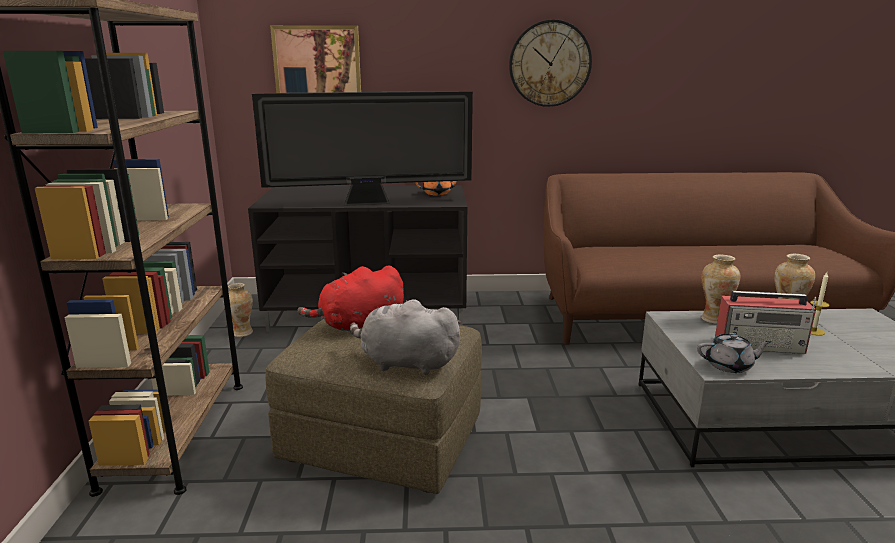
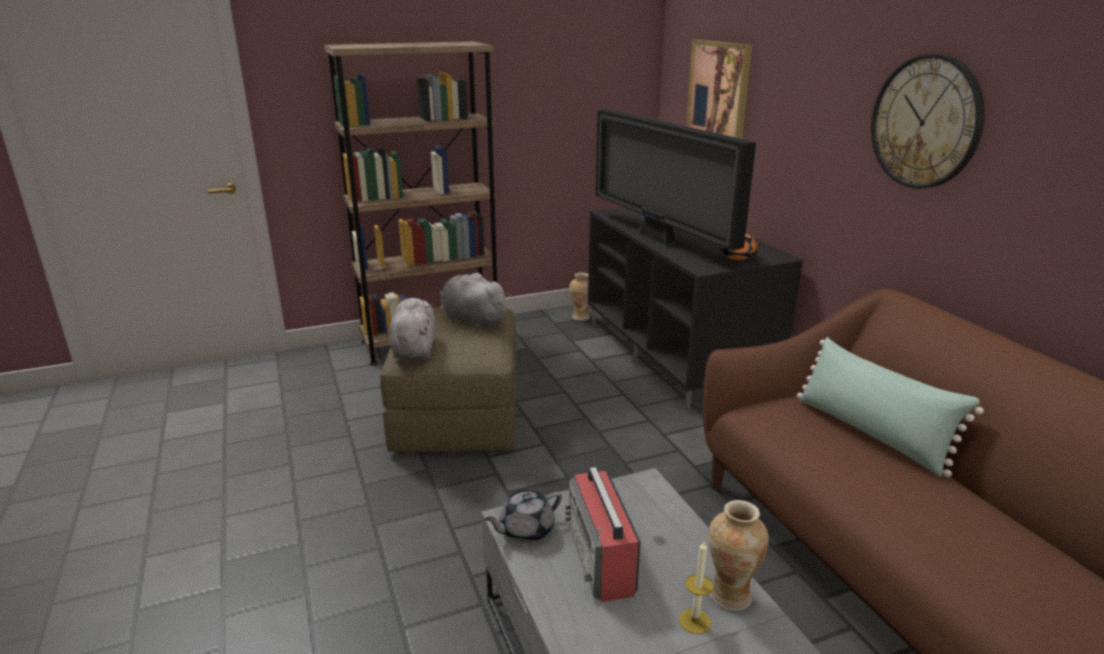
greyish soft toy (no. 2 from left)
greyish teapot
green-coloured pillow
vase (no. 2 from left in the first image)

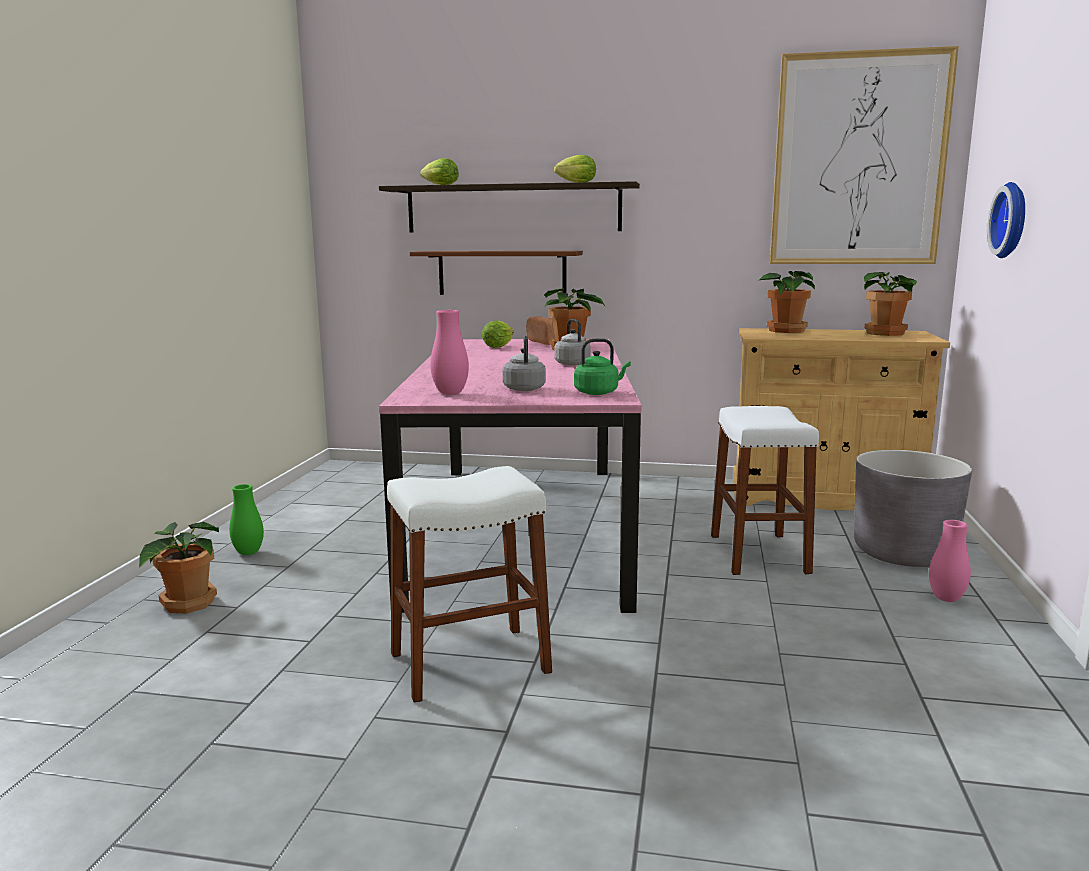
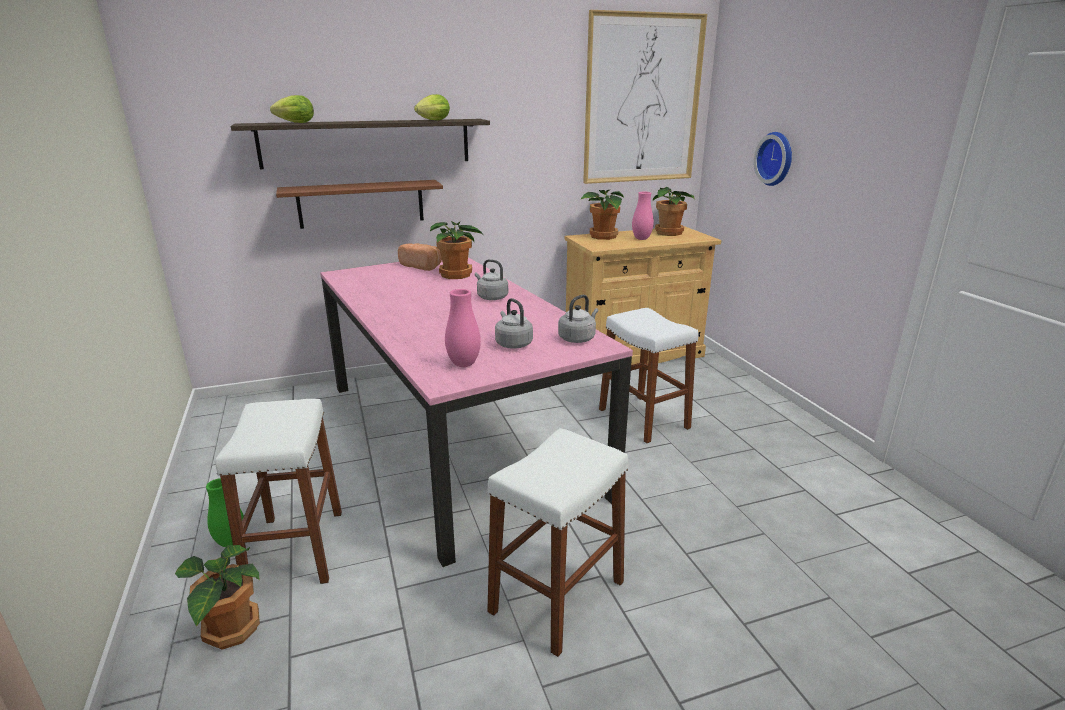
white sitting stool (no. 1 from left)
greyish water kettle (no. 3 from left)
pink-coloured vase (no. 2 from left)
head of lettuce (no. 2 from left in the first image)
greyish plant pot

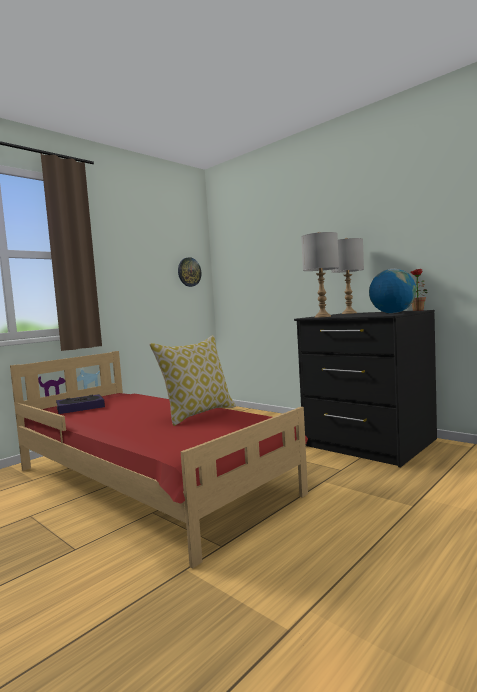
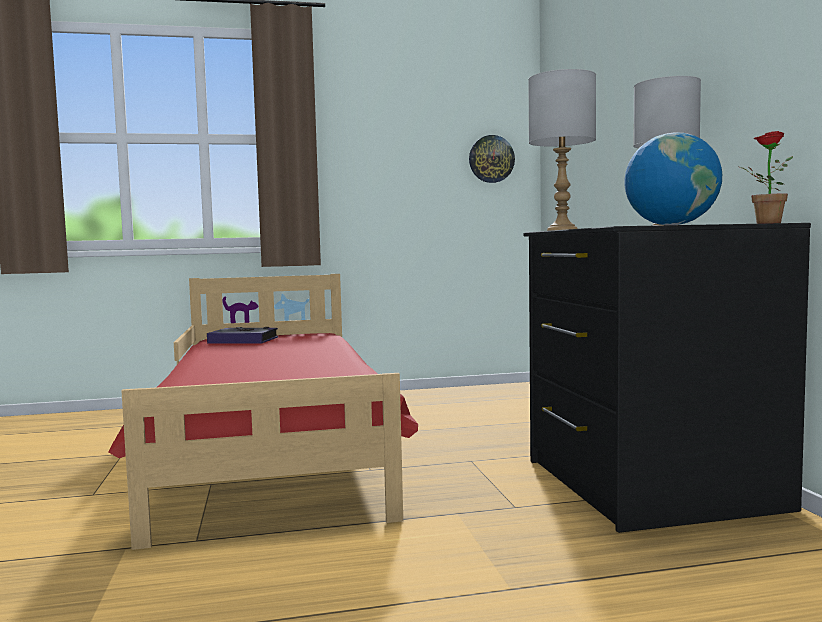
pillow

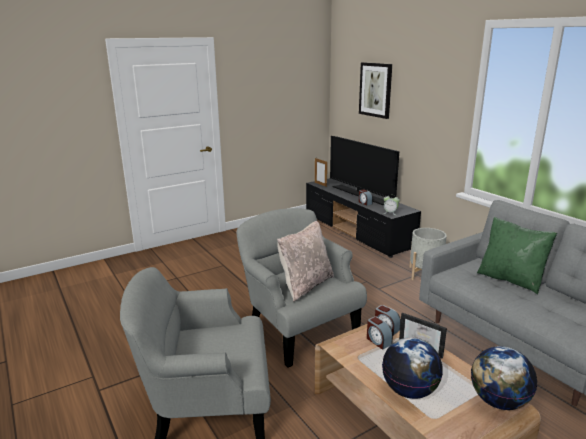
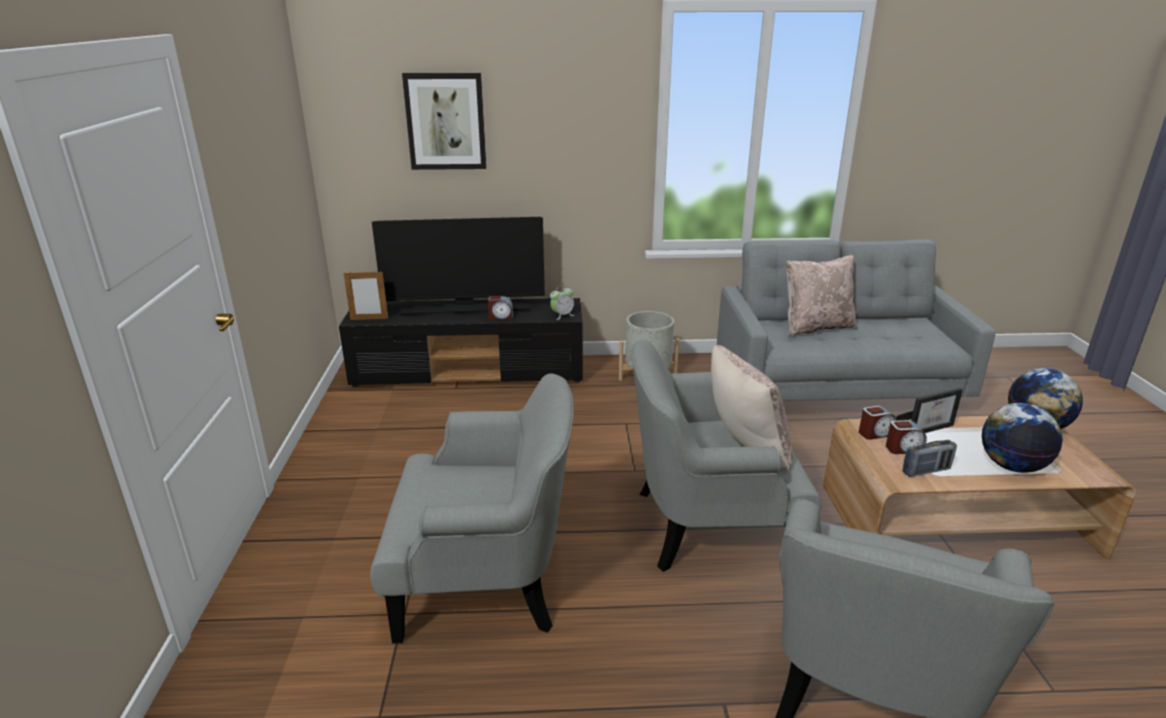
greyish lounge chair (no. 1 from left)
beige-coloured pillow (no. 2 from left)
radio set

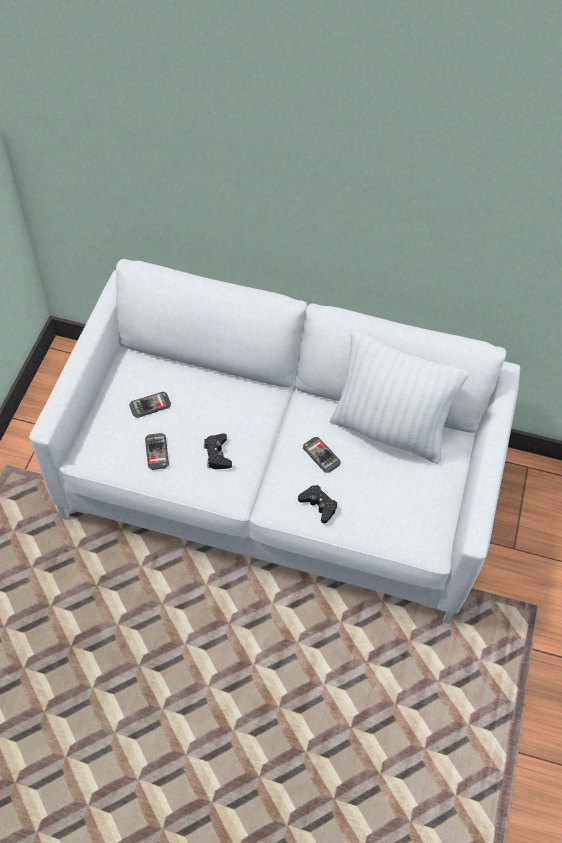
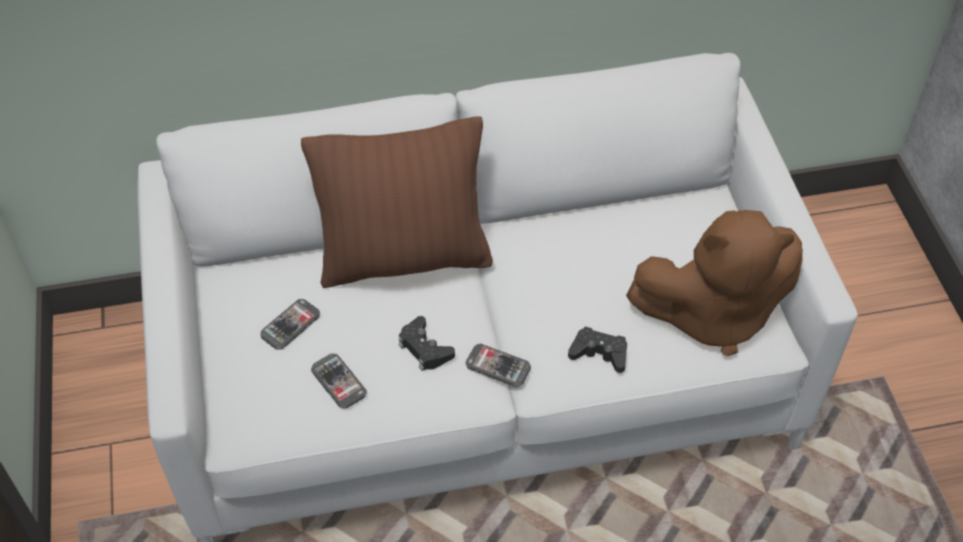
brownish pillow
phone (no. 3 from left)
brownish soft toy
white pillow

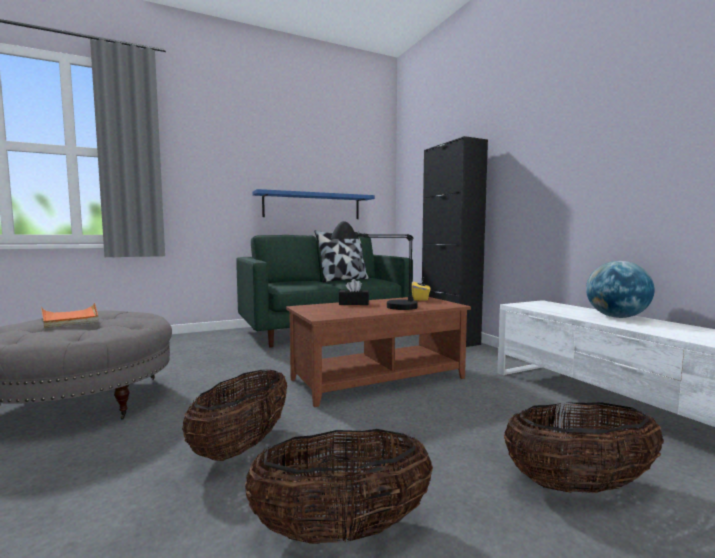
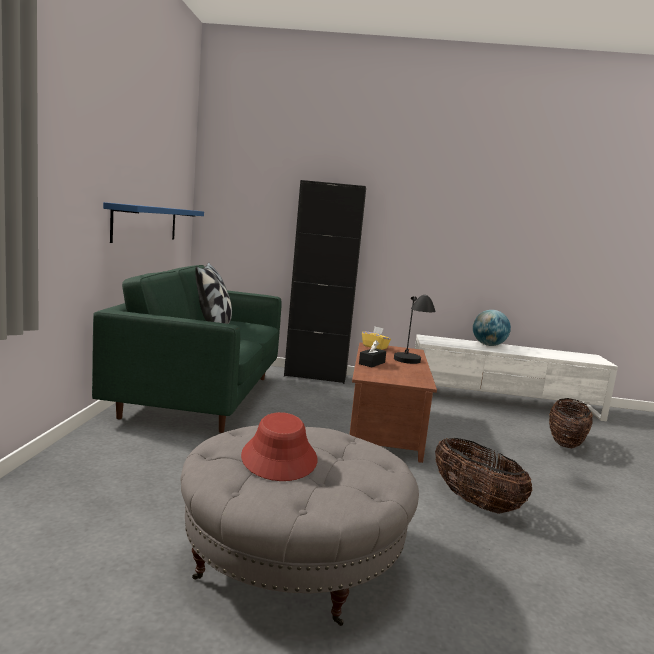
red-coloured wearable hat
basket (no. 2 from left in the first image)

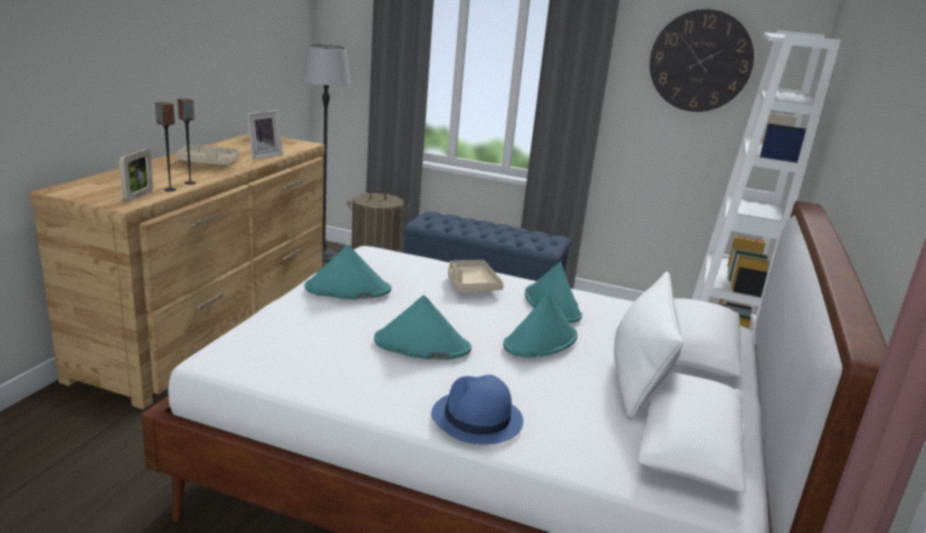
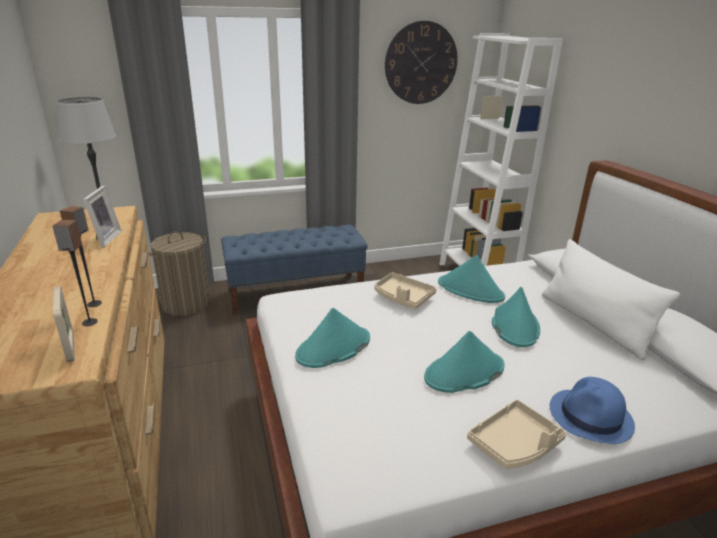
beige-coloured carrying tray (no. 2 from left)

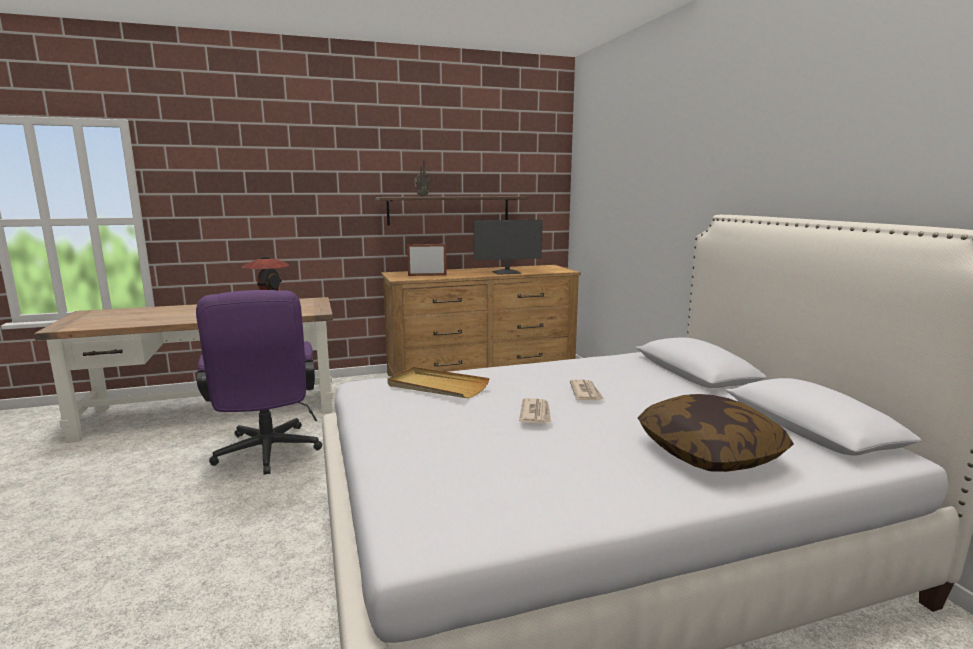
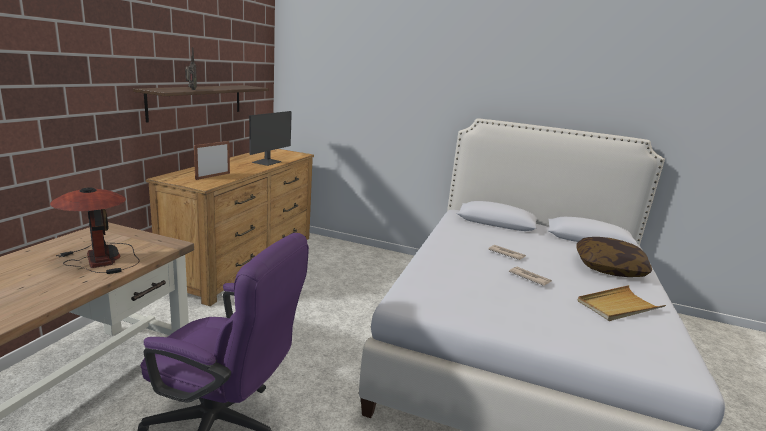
beige-coloured carrying tray

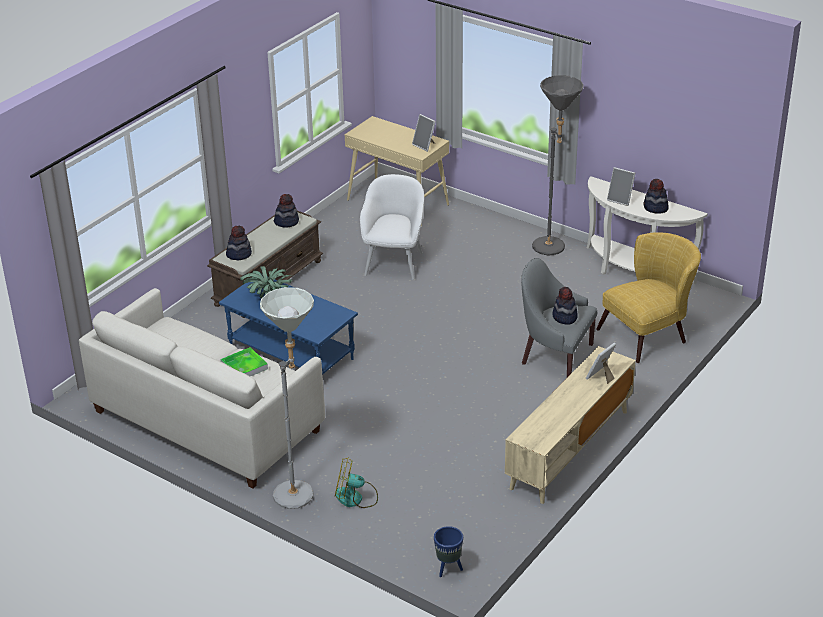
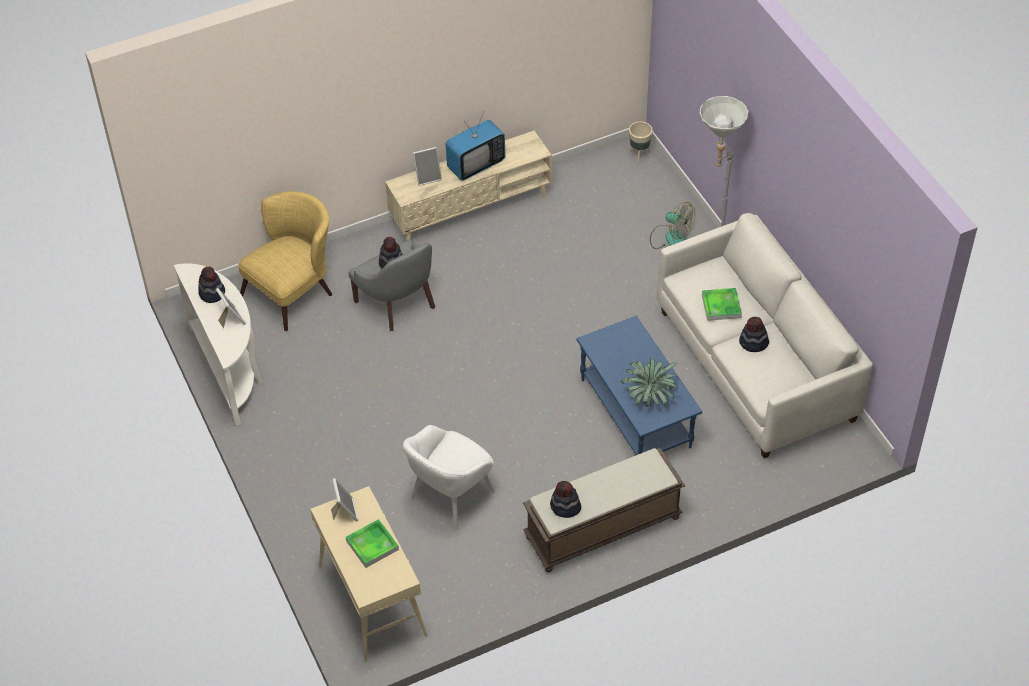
yellow-coloured lounge chair
carrying tray (no. 1 from left)
TV set
beige-coloured plant pot
wearable hat (no. 4 from left)
greyish standing lamp (no. 2 from left in the first image)

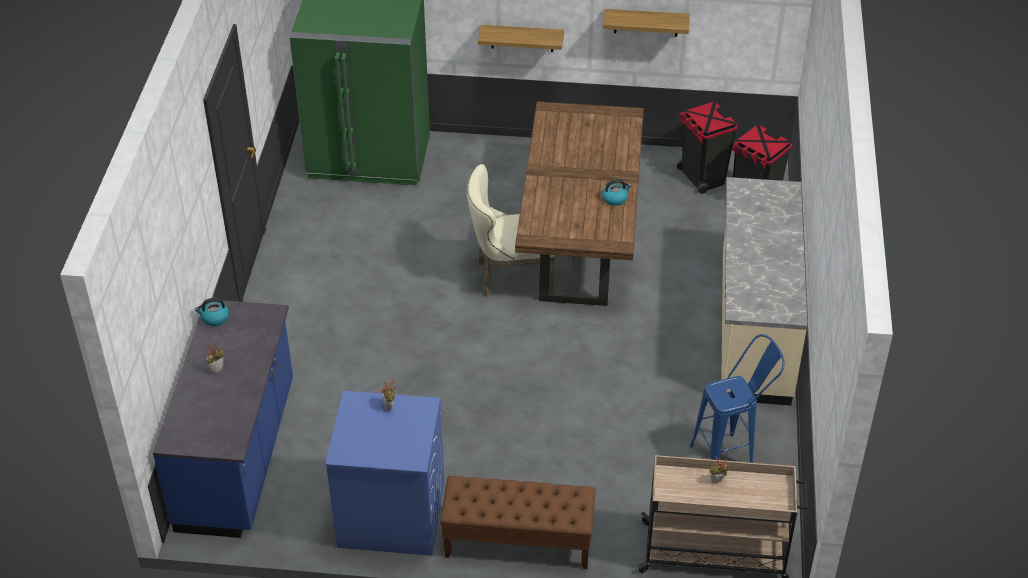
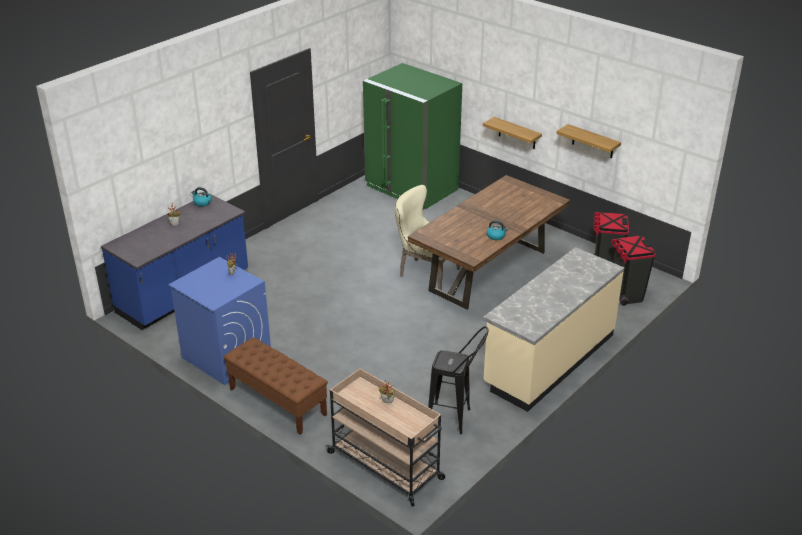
black-coloured sitting stool

